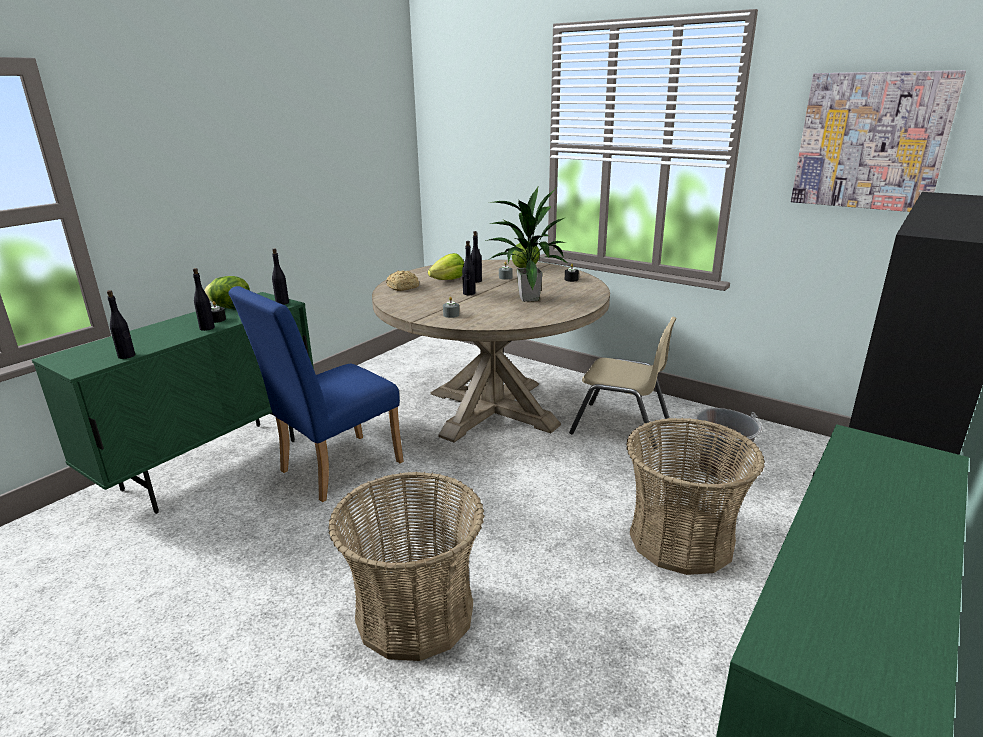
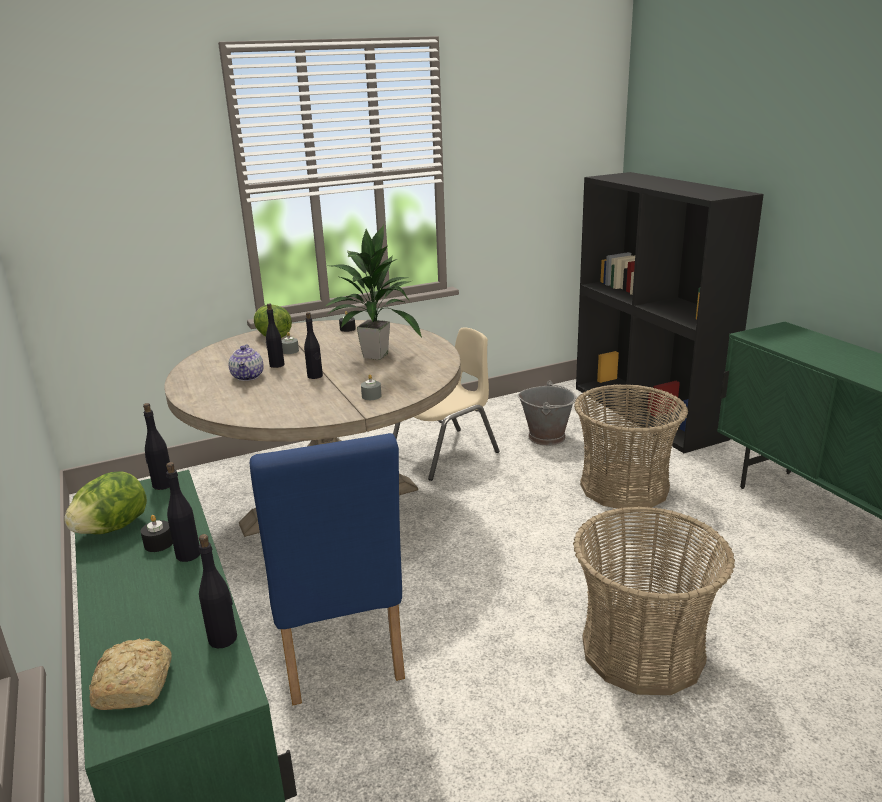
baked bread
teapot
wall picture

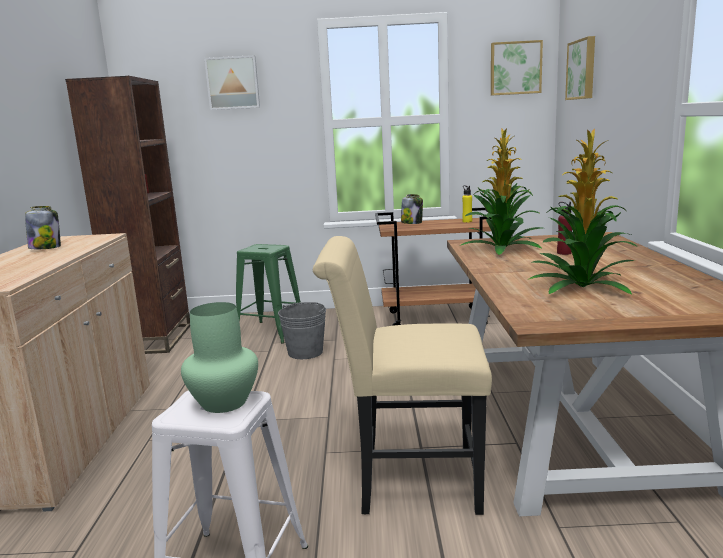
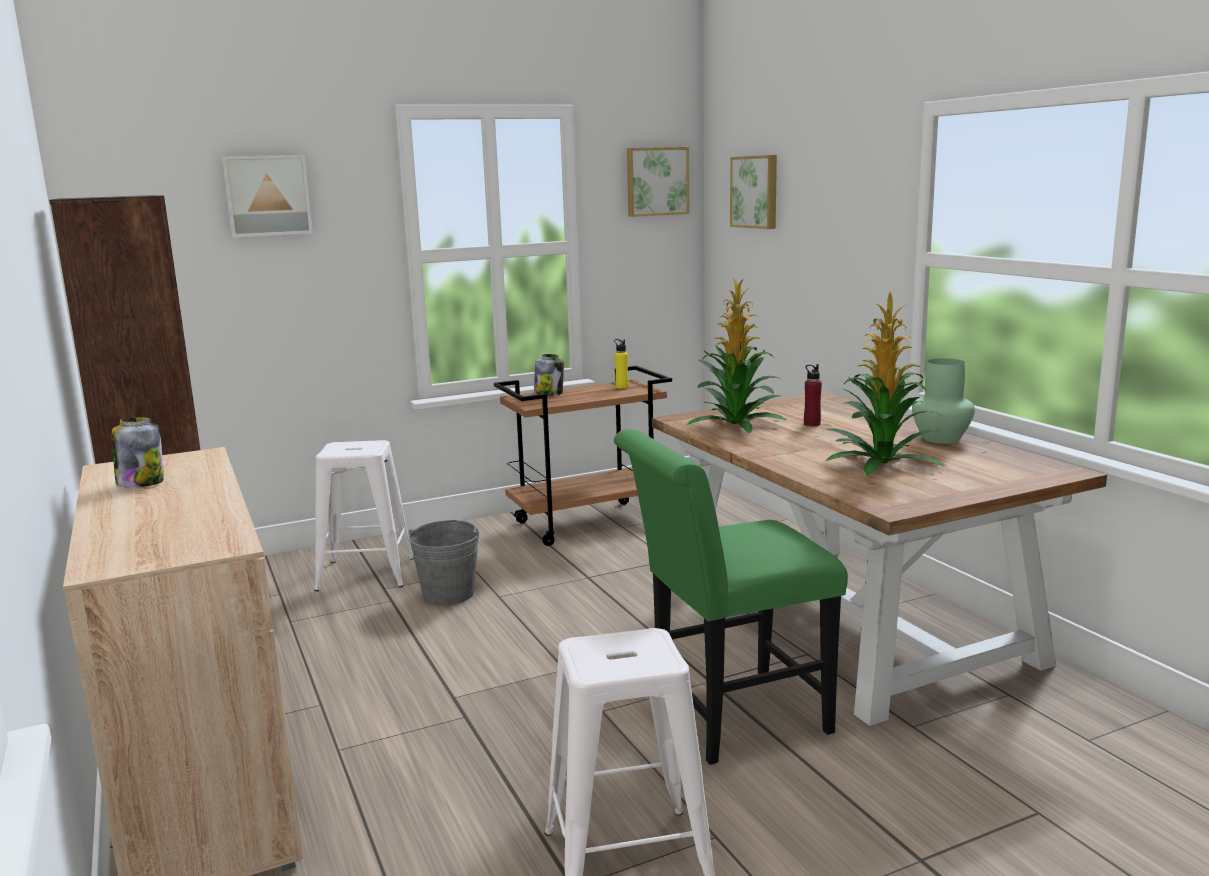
white sitting stool (no. 1 from left)
green-coloured upright chair
green-coloured vase

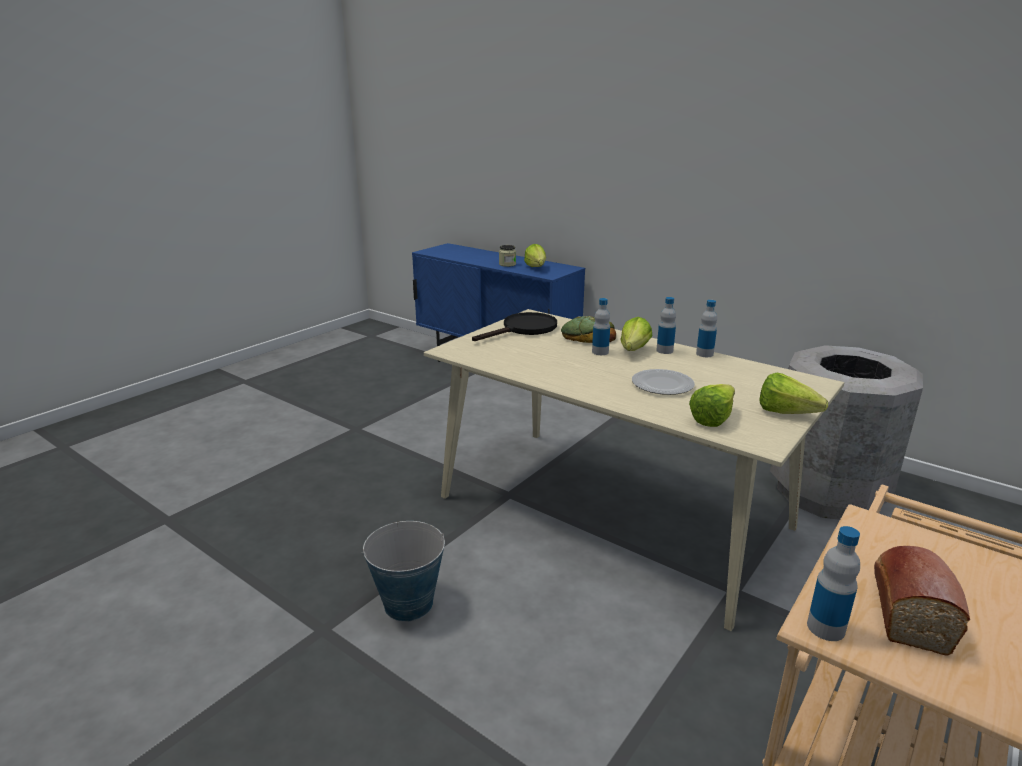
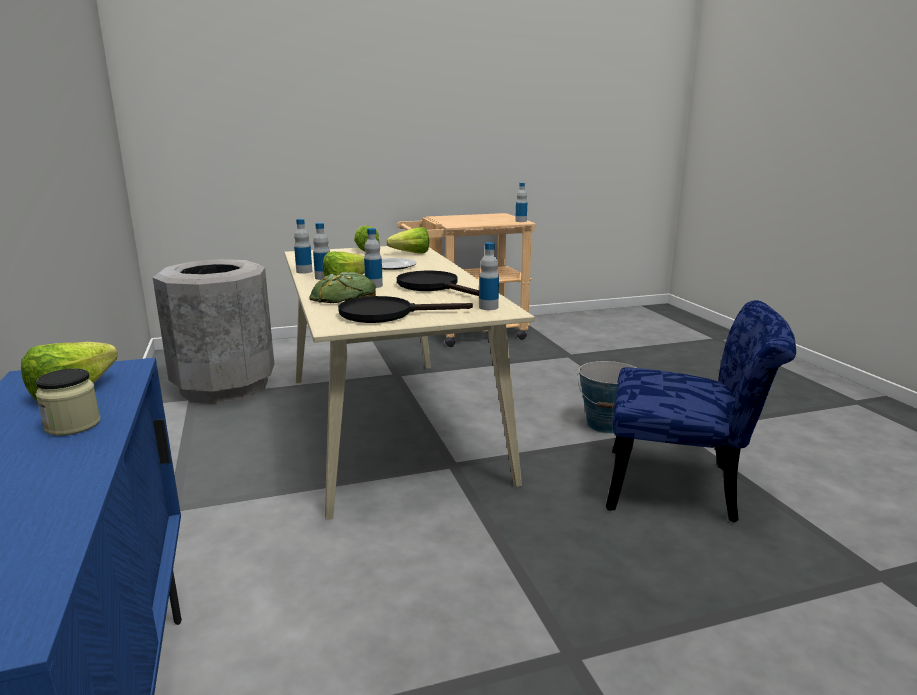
black-coloured pan (no. 2 from left)
beverage bottle (no. 4 from left)
blue upright chair
baked bread (no. 2 from left in the first image)

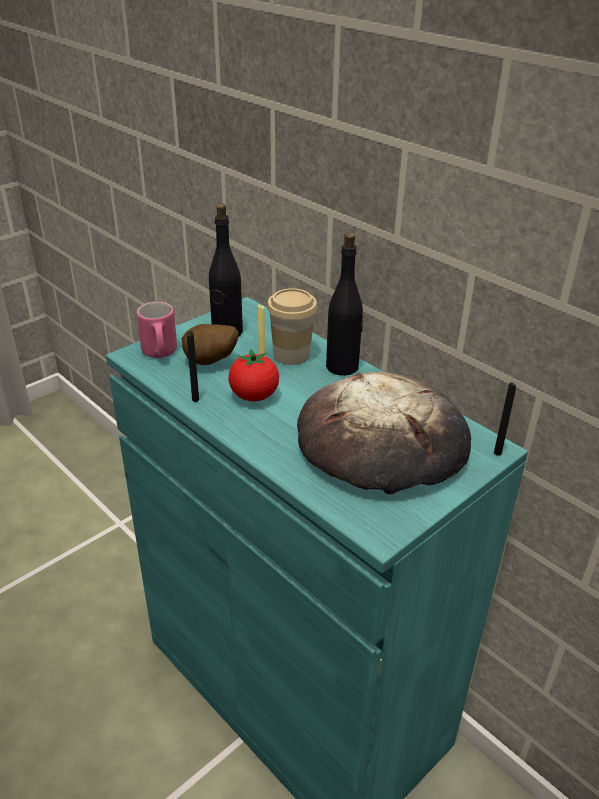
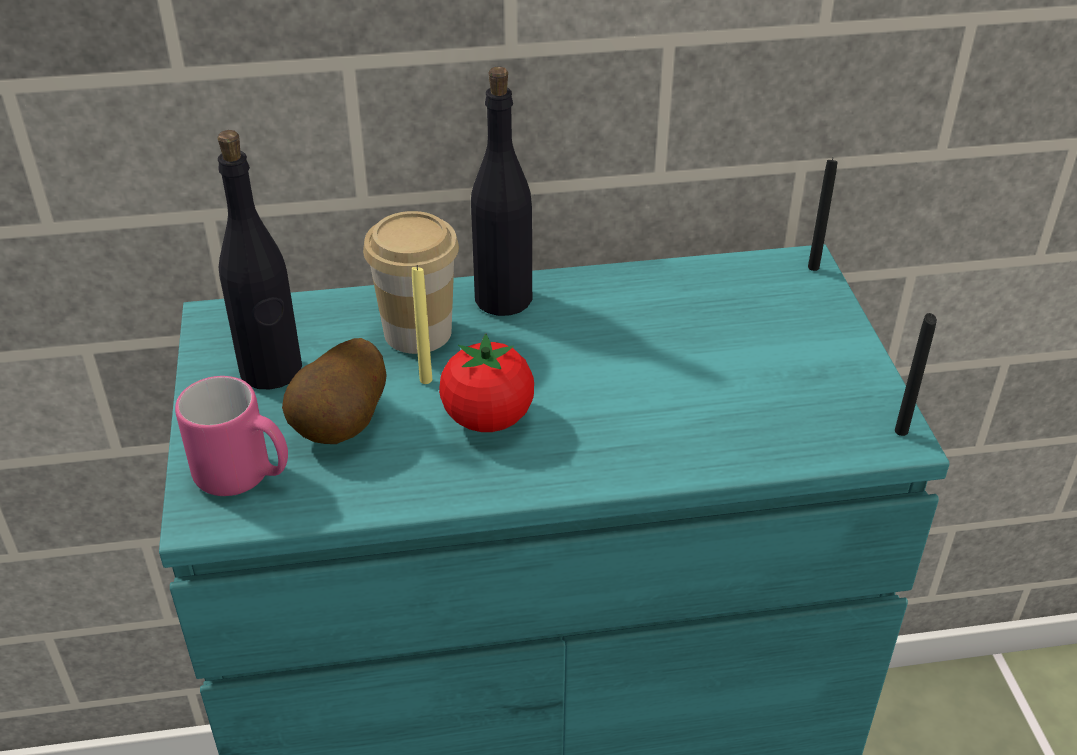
black-coloured candle (no. 2 from left)
baked bread

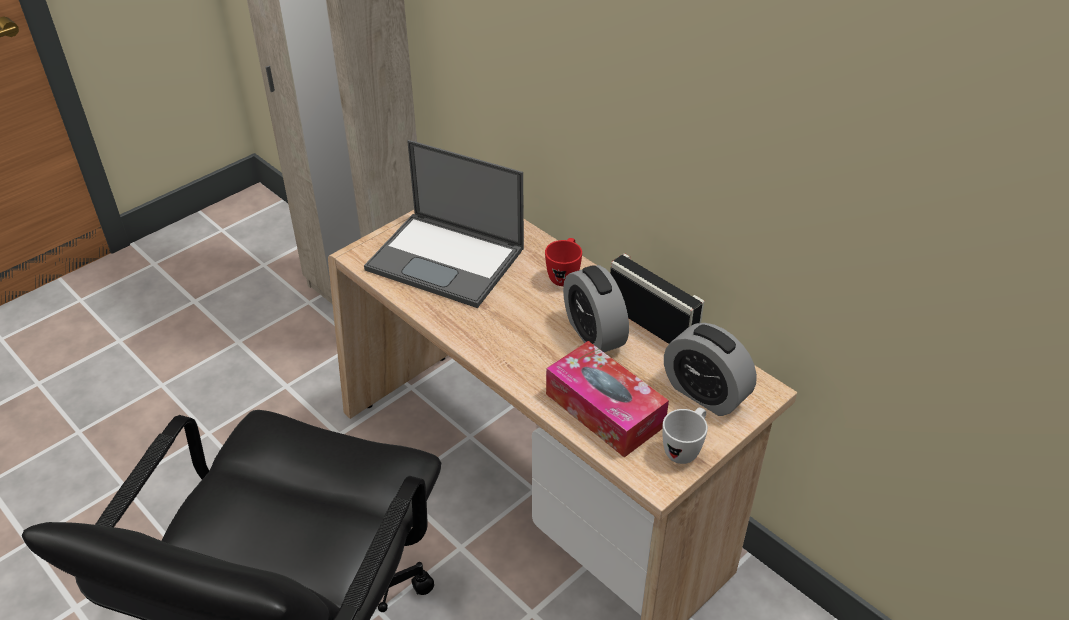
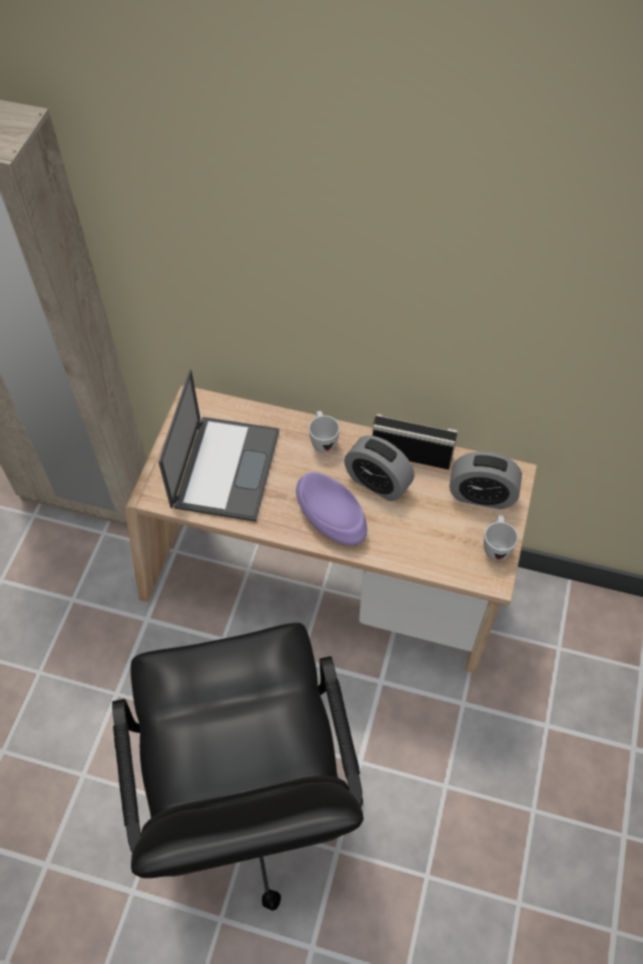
portable computer
purple-coloured serving bowl
white mug (no. 1 from left)
tissue box

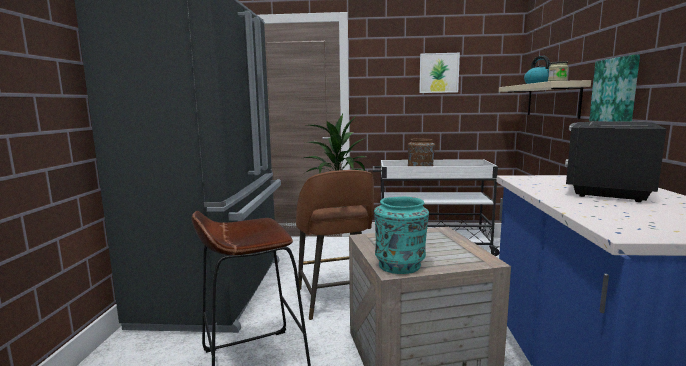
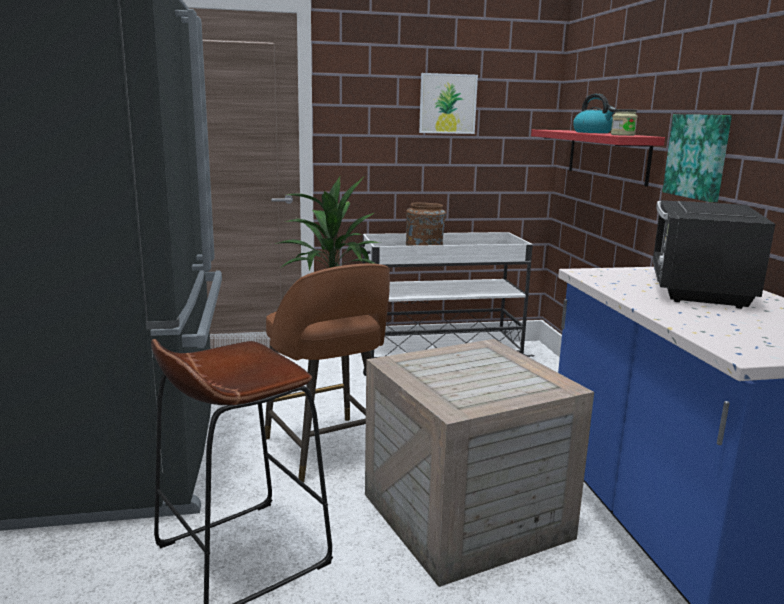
red-coloured bracket shelf
blue-green vase

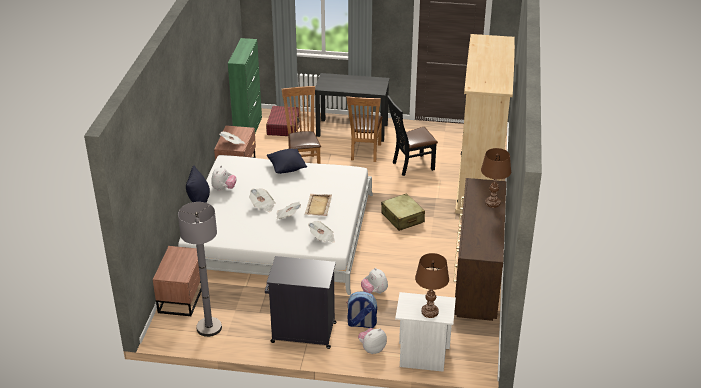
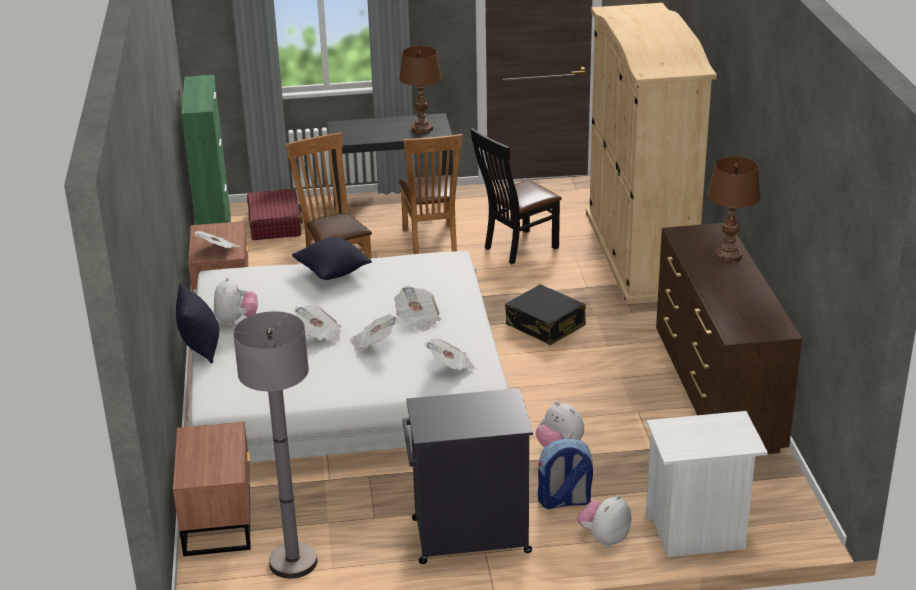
printed paper (no. 4 from left)
brownish lamp for a table (no. 1 from left)
black-coloured suitcase

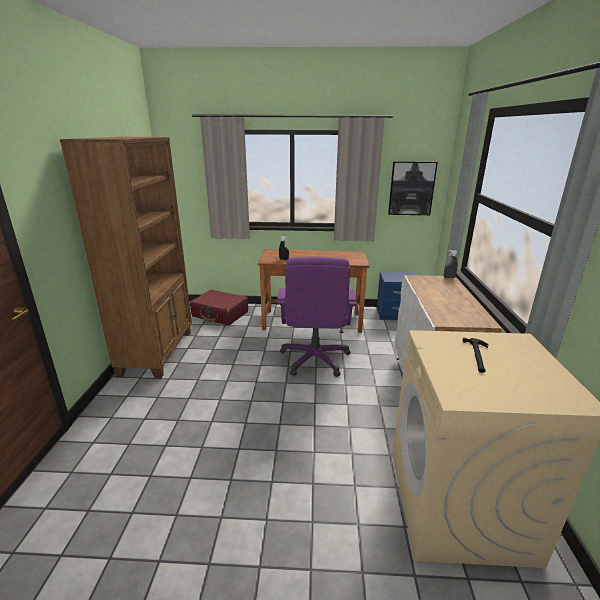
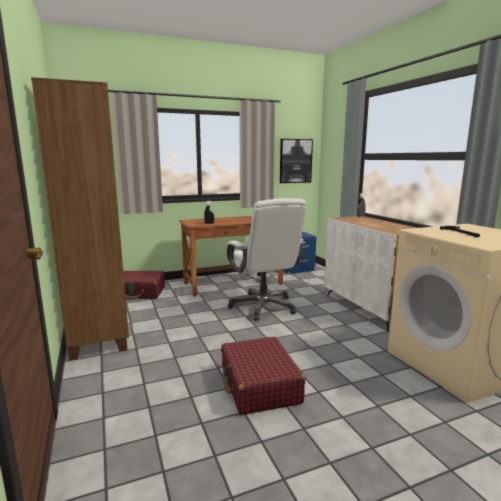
red-coloured suitcase (no. 2 from left)
white computer chair

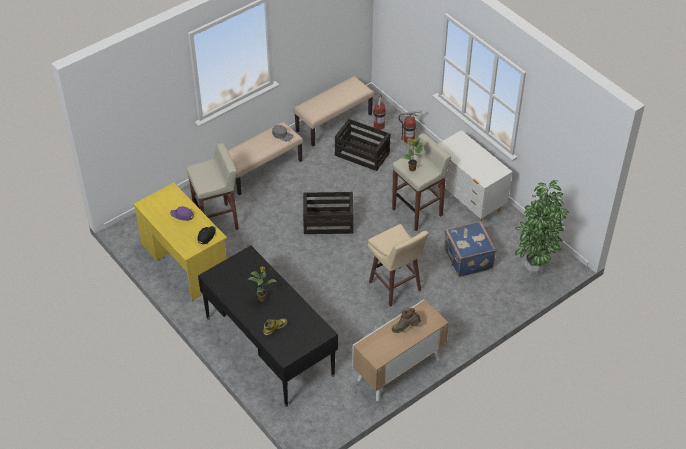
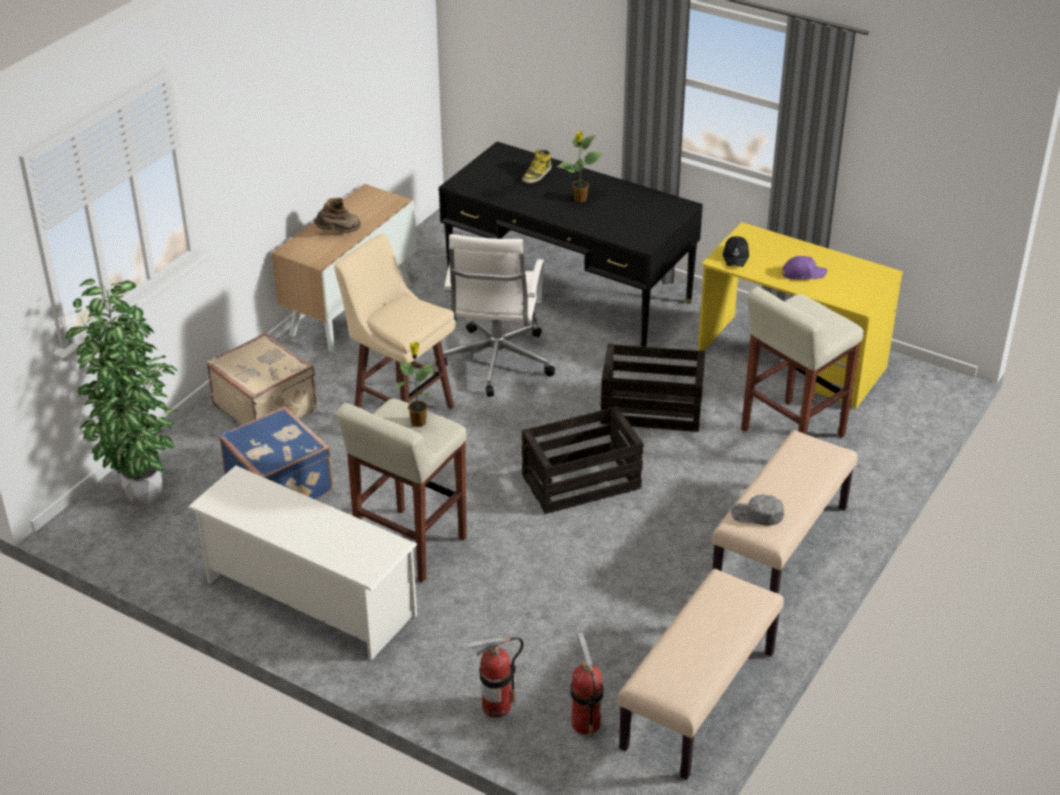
white shoe rack
beige-coloured suitcase
white computer chair
packing crate (no. 2 from left)

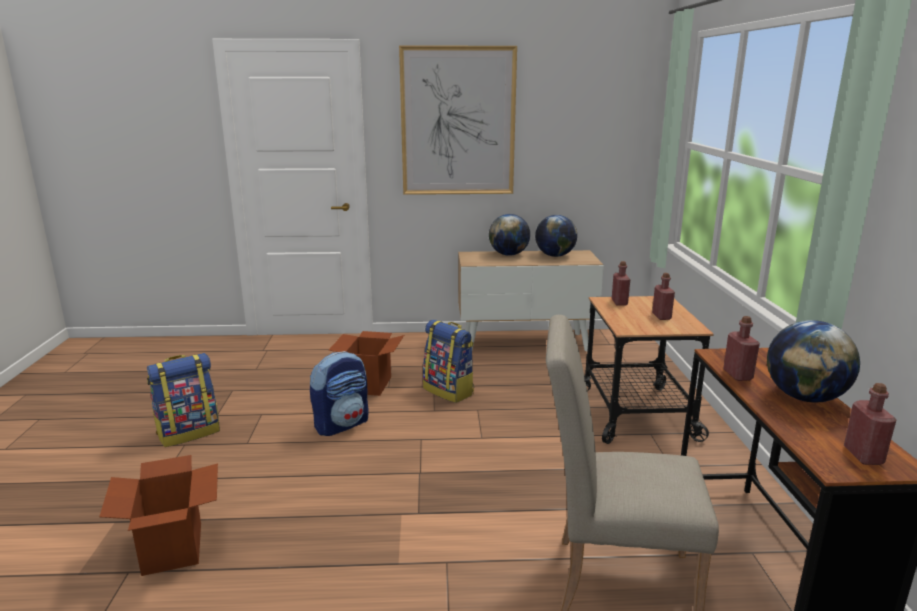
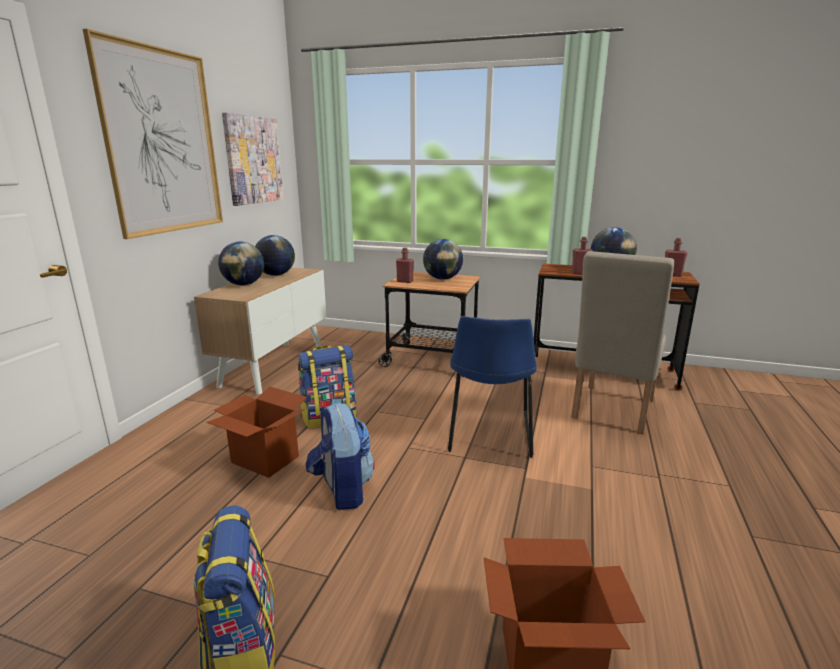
wall picture (no. 2 from left)
world globe (no. 3 from left)
blue upright chair

